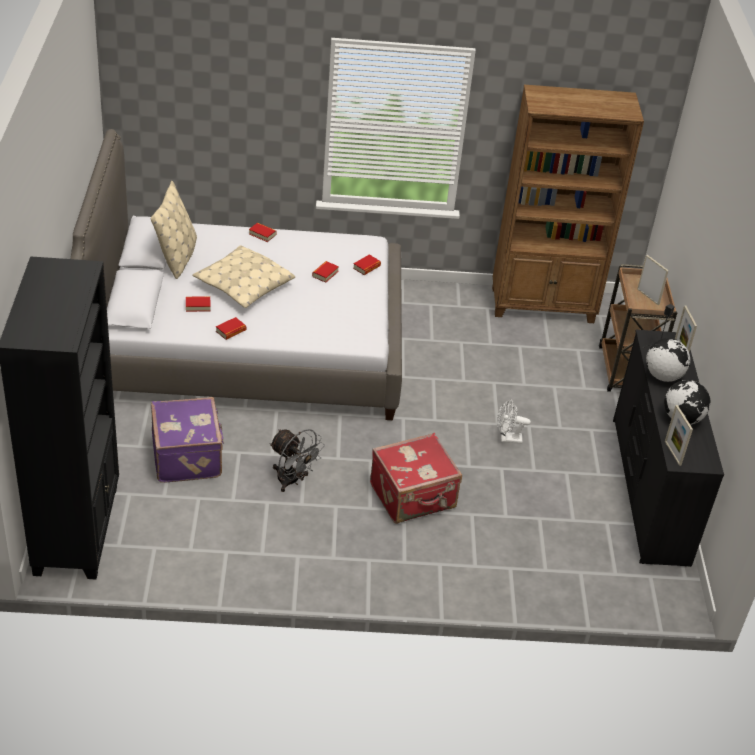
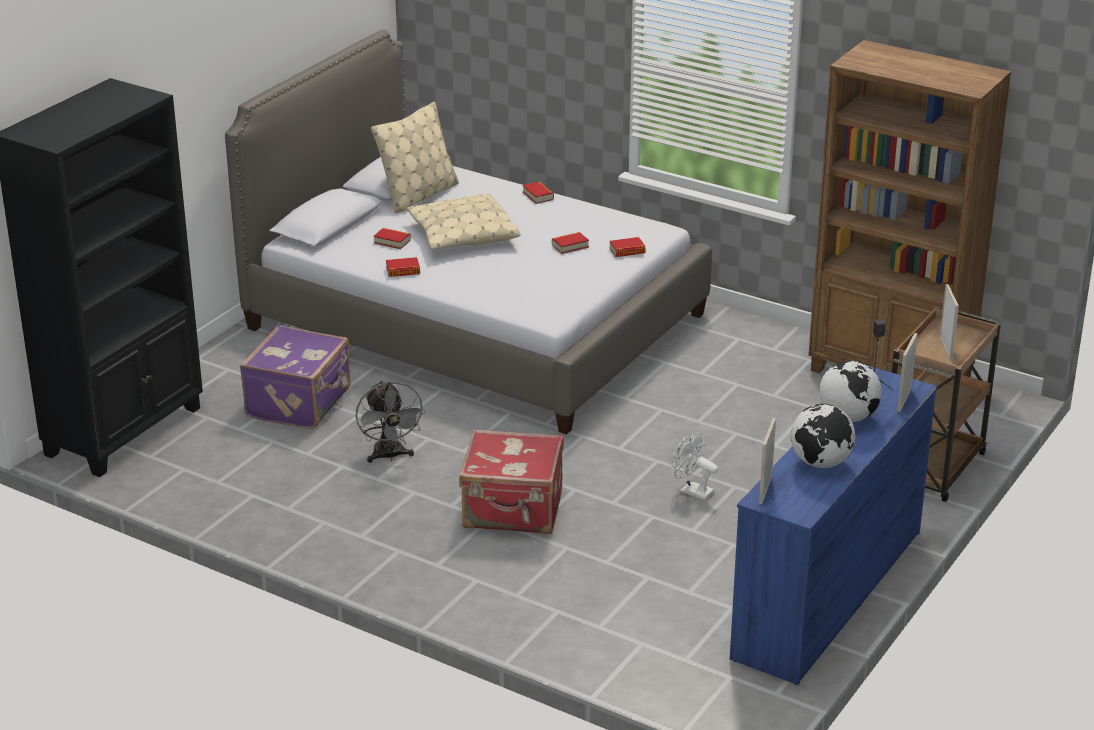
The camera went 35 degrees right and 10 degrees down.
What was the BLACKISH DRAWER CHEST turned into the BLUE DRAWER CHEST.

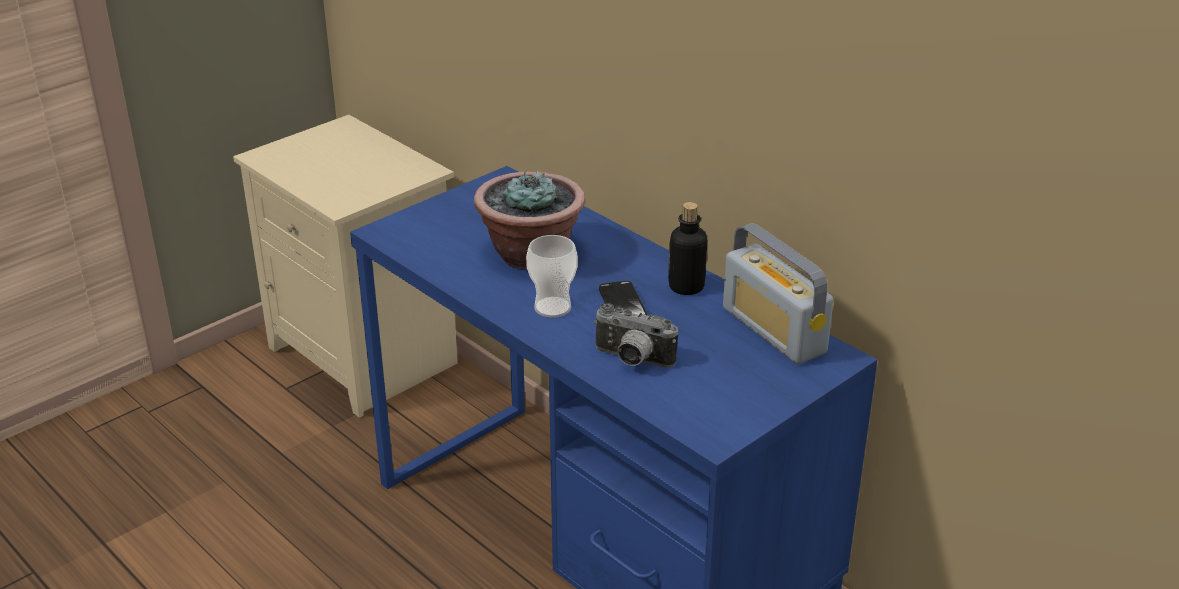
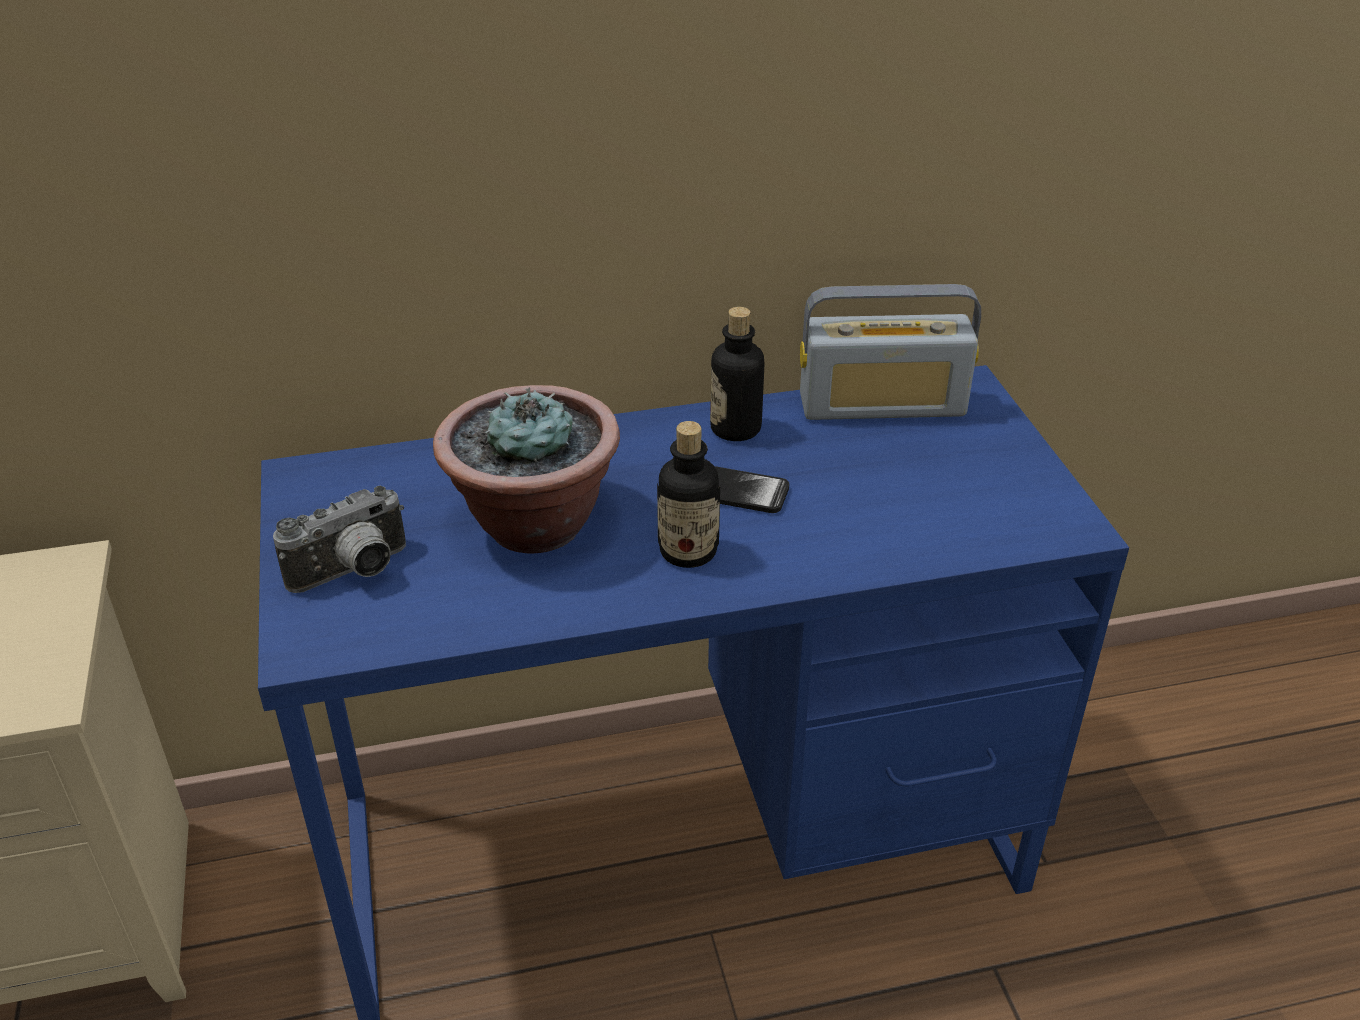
The camera went 60 degrees left and 5 degrees up.
Where the CUP stood, the BEVERAGE BOTTLE (1st from left) came to stand.
The STILL CAMERA ended up elsewhere.

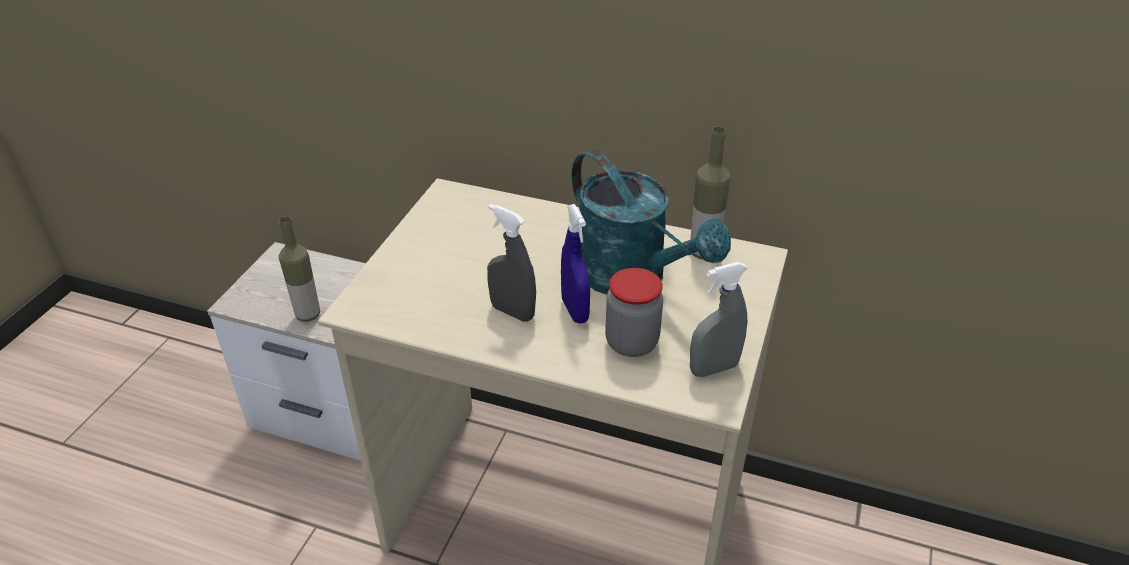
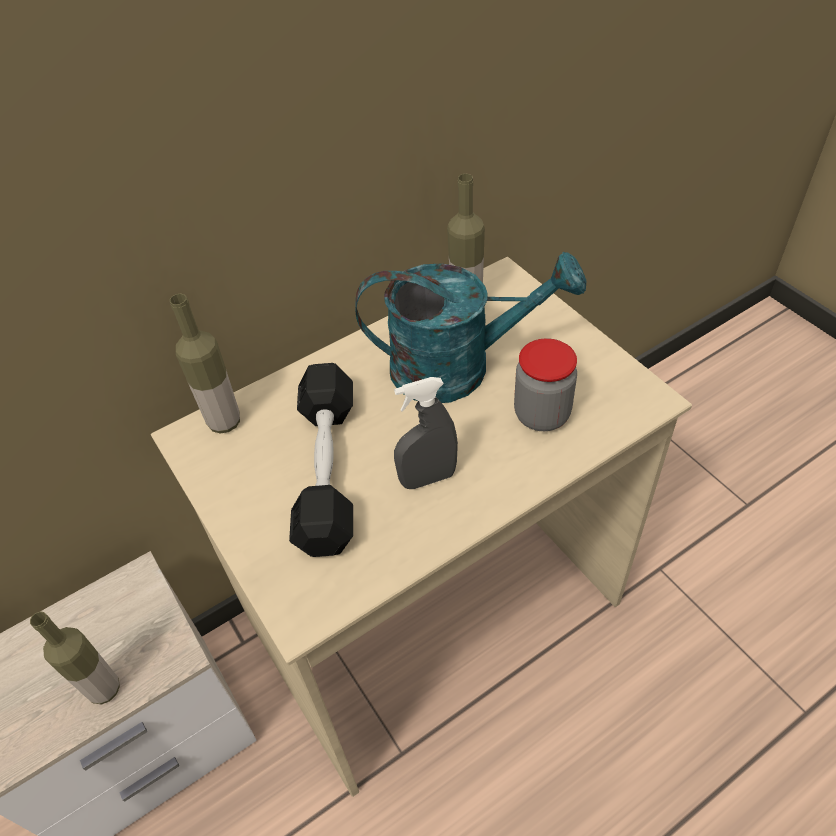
The camera went 50 degrees left and 10 degrees up.
The second view lost the BLUE SPRAYER.
The second view lost the GREY SPRAYER (2nd from left).
The second view gained the BEVERAGE BOTTLE (2nd from left).
The second view gained the BLACKISH FREE WEIGHT.

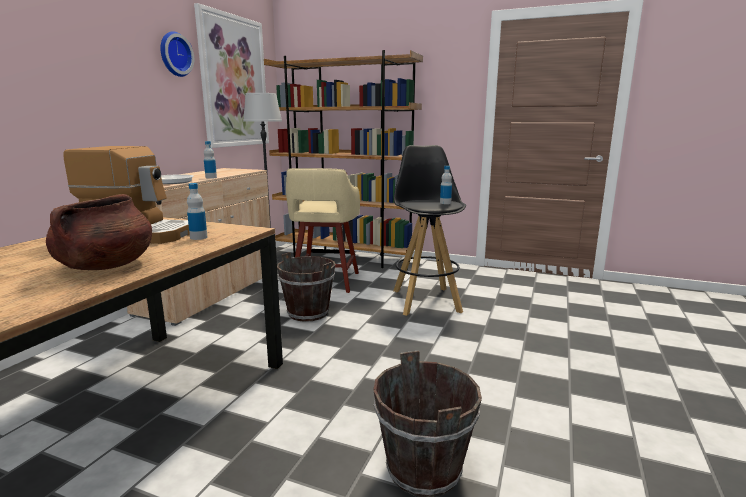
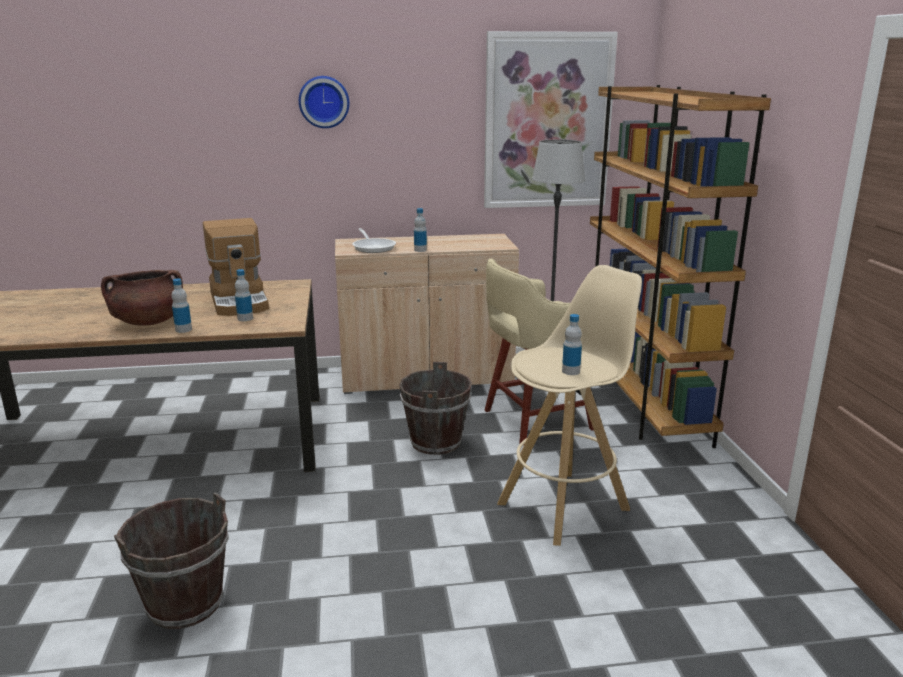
The camera went 60 degrees right and 5 degrees up.
The WALL CLOCK ended up elsewhere.
What was the BLACKISH SITTING STOOL turned into the SAND-COLOURED SITTING STOOL (2nd from left).
The second view gained the BEVERAGE BOTTLE (1st from left).

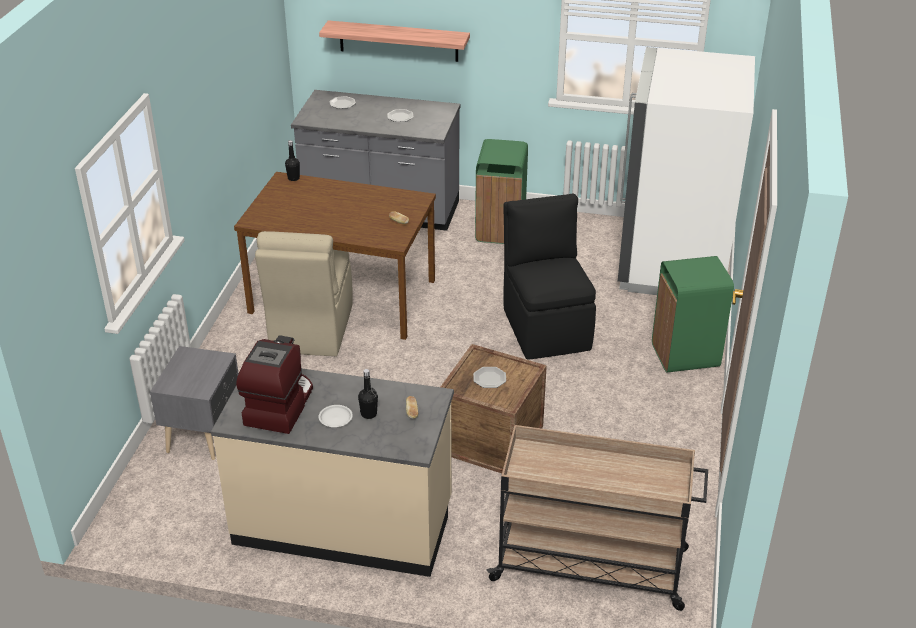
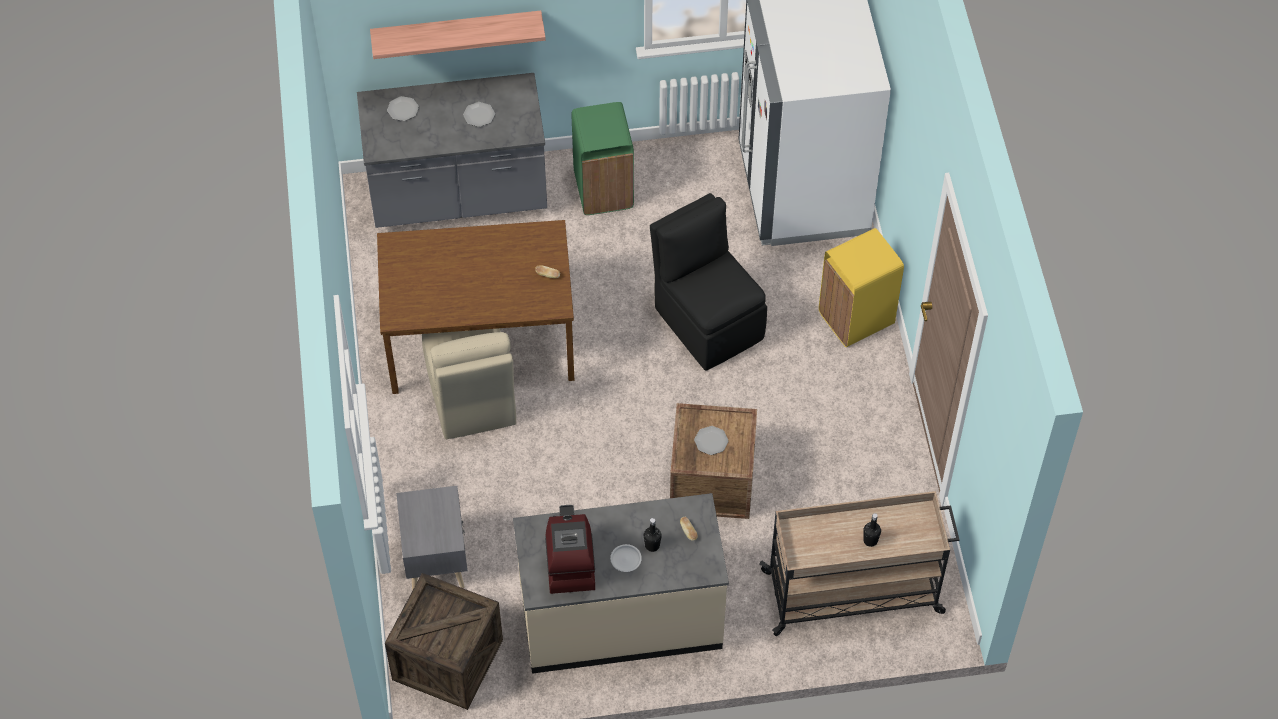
The camera went 20 degrees left and 20 degrees up.
The BLACKISH BEVERAGE BOTTLE (1st from left in the first image) ended up elsewhere.
What was the GREEN TRASH CAN (2nd from left) turned into the YELLOWISH TRASH CAN.
The second view gained the CRATE (1st from left).

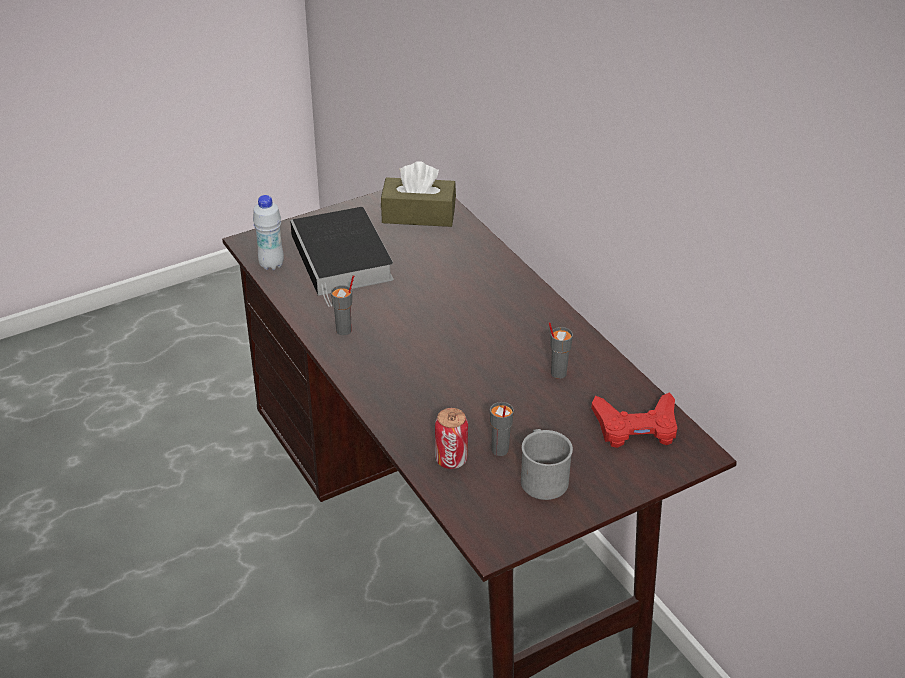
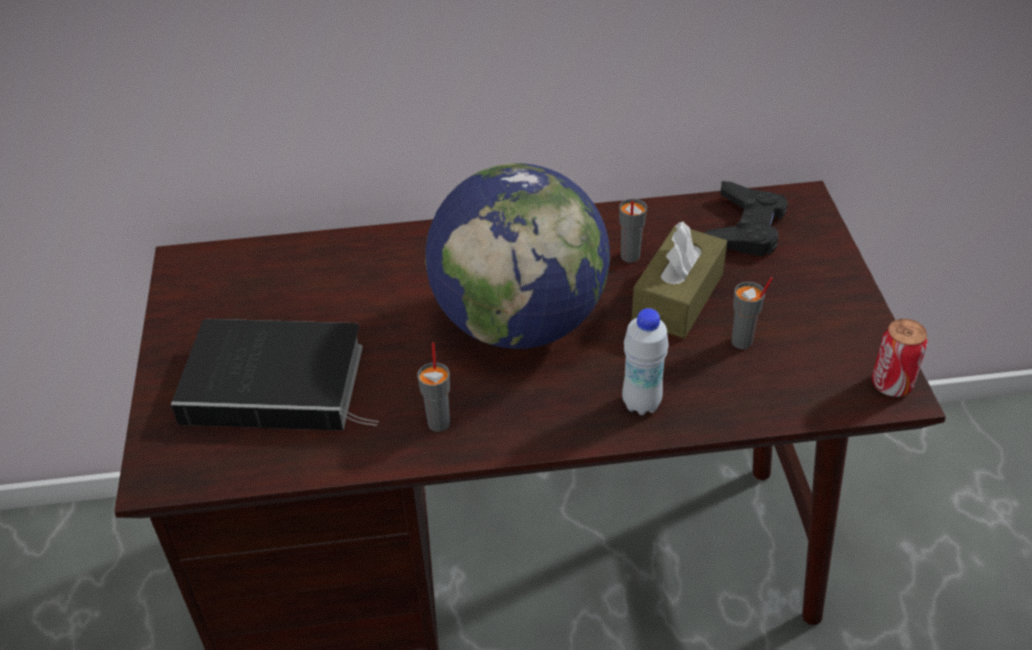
The camera went 65 degrees left and 5 degrees up.
The WHITE BEVERAGE BOTTLE ended up elsewhere.
The BROWN-COLOURED TISSUE HOLDER ended up elsewhere.
The SEALED CAN ended up elsewhere.
The second view lost the GREY COFFEE MUG.
What was the RED GAMEPAD turned into the BLACKISH GAMEPAD.
The second view gained the DESK GLOBE.

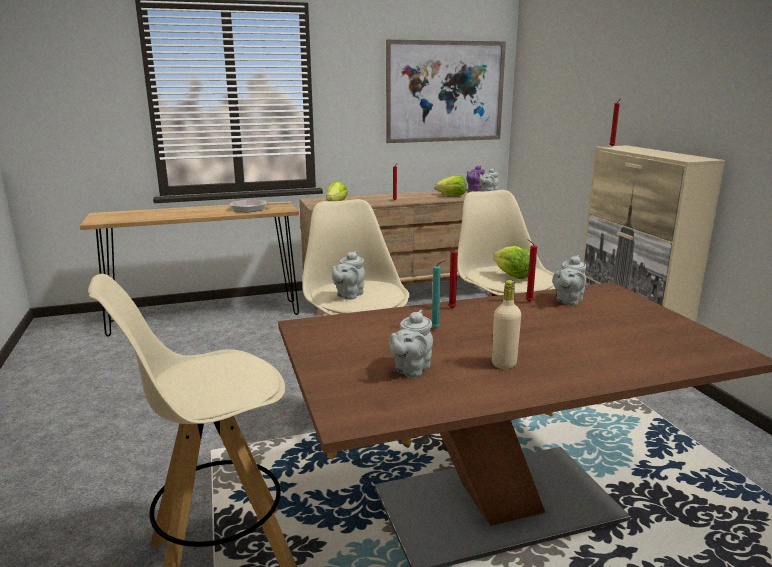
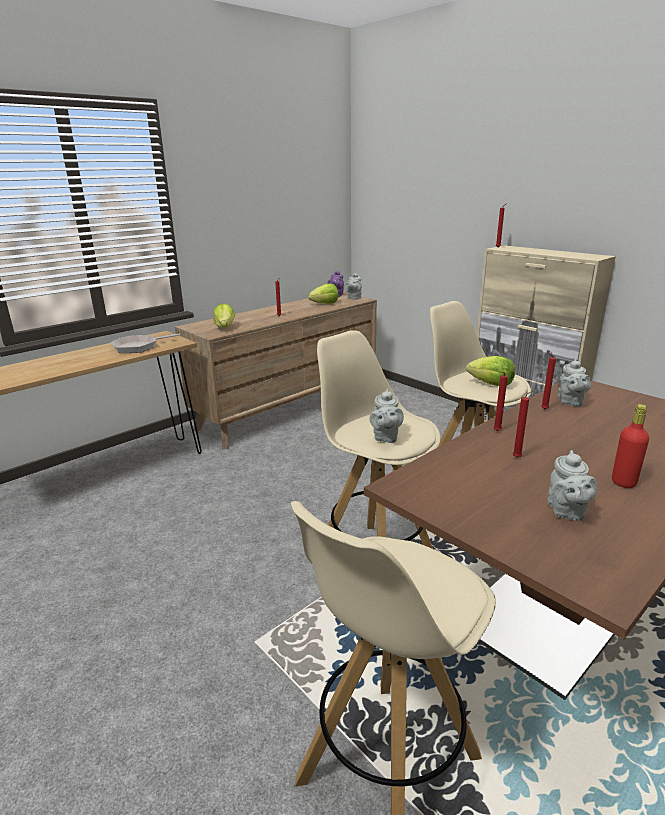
The camera went 25 degrees left and 5 degrees up.
The second view lost the WALL ART.
What was the BLUE-GREEN WAX CANDLE turned into the RED WAX CANDLE (4th from left).
What was the SAND-COLOURED BEVERAGE BOTTLE turned into the RED BEVERAGE BOTTLE.

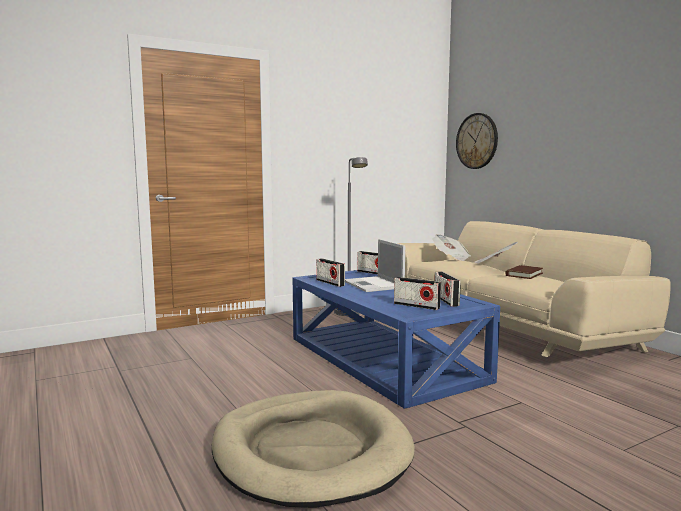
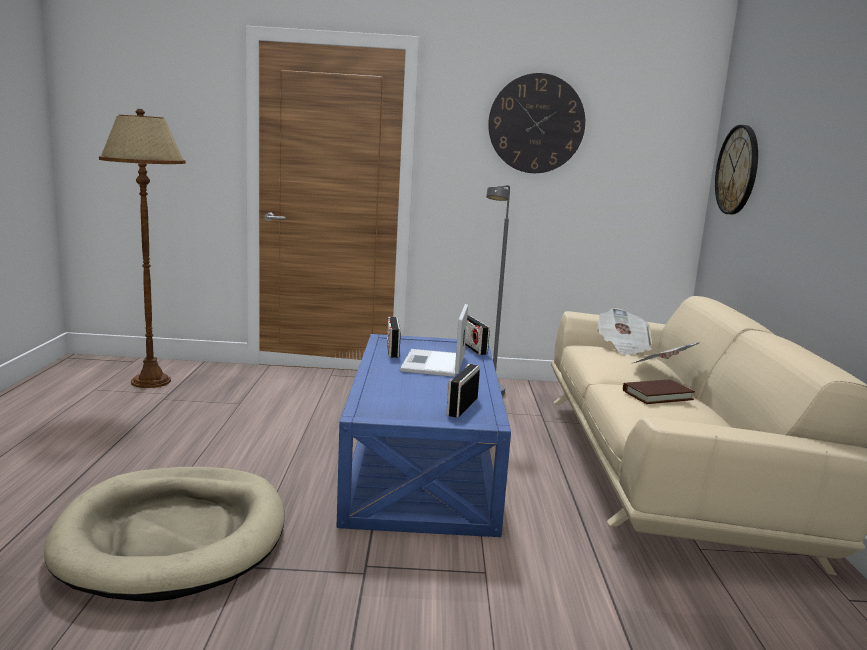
The camera went 30 degrees right and 5 degrees up.
The second view lost the RADIO SET (3rd from left).
The second view gained the BROWN-COLOURED FLOOR LAMP.
The second view gained the WALL CLOCK (1st from left).

